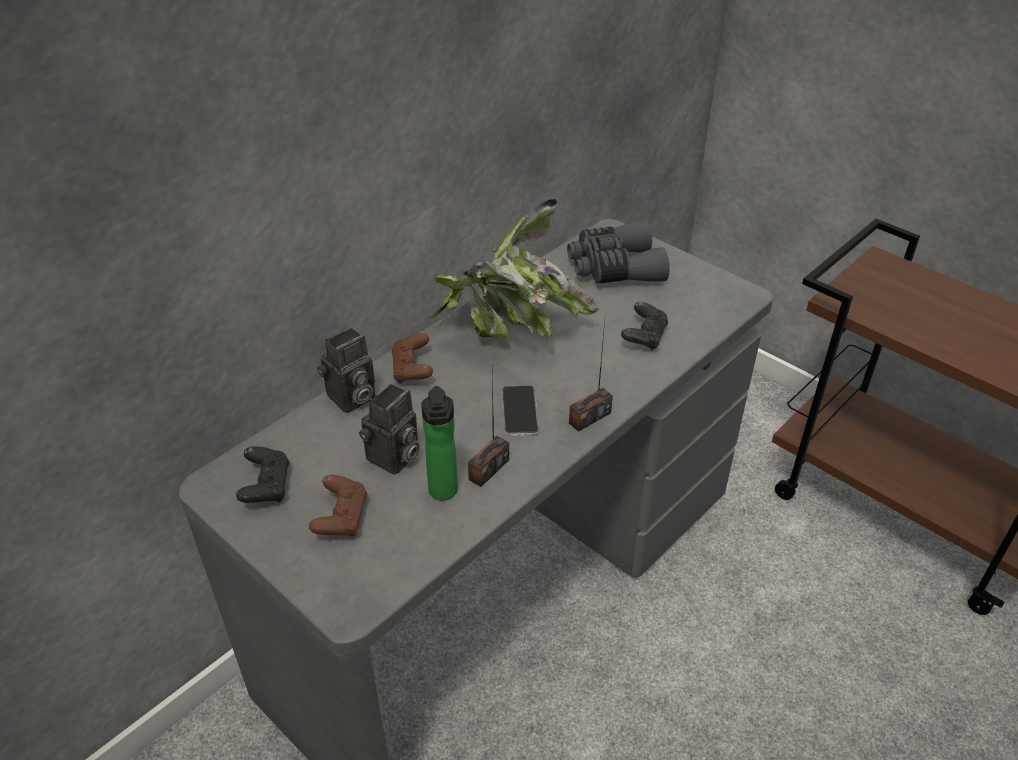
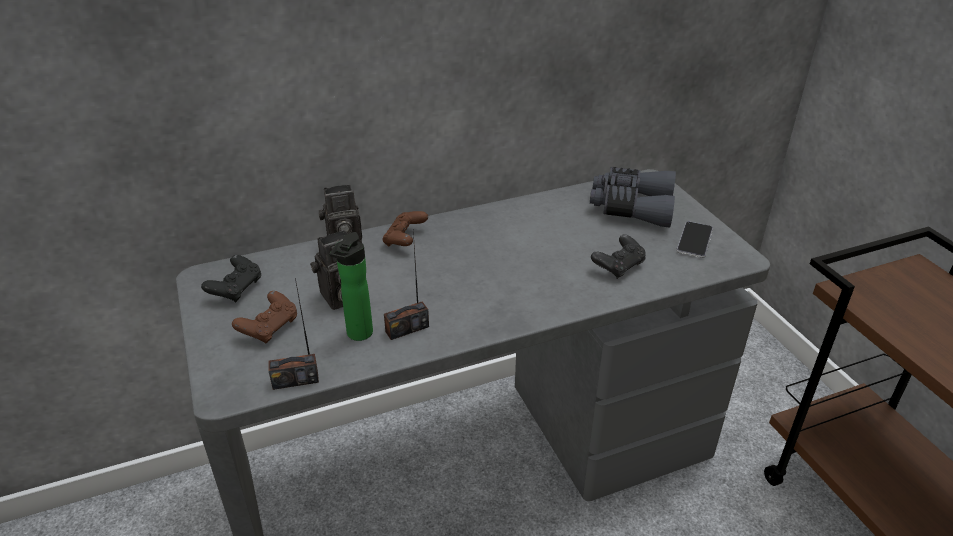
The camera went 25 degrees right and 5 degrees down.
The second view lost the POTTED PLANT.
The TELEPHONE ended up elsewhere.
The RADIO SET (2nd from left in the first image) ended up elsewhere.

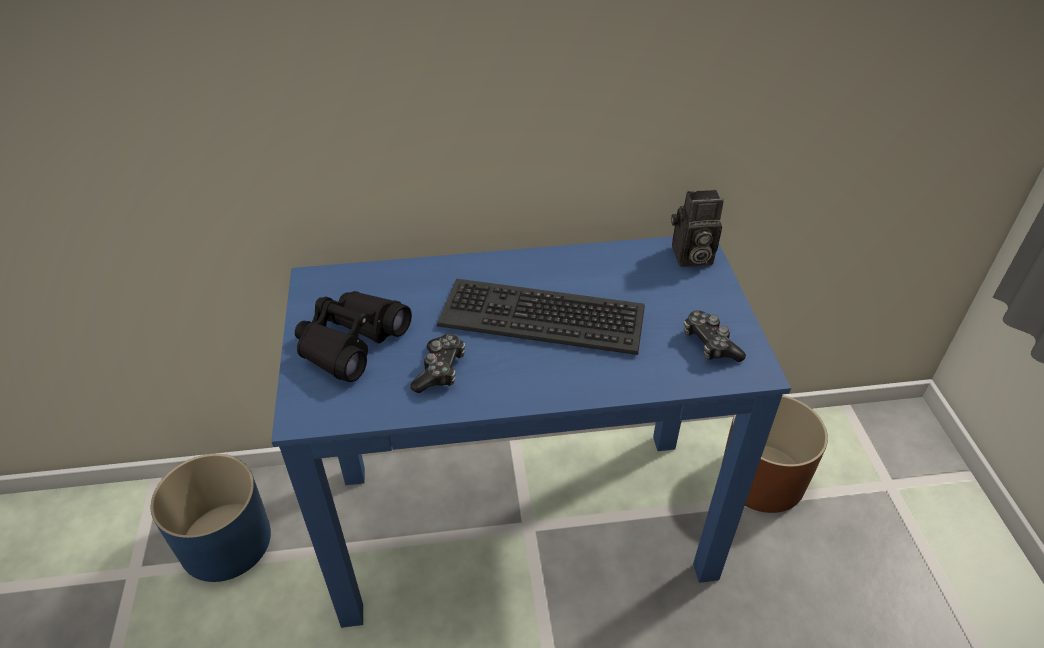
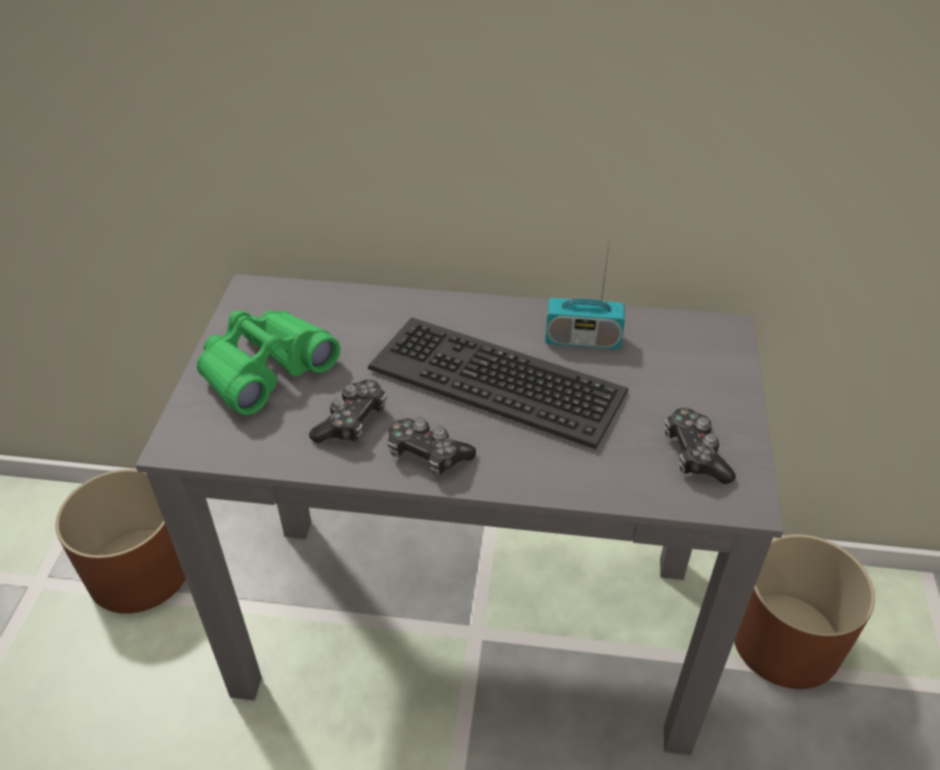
The camera went 15 degrees right and 0 degrees up.
What was the BLUE PLANTER turned into the BROWN-COLOURED PLANTER (1st from left).
What was the BLUE DESK UNIT turned into the GREY DESK UNIT.
What was the BLACKISH PAIR OF BINOCULARS turned into the GREEN PAIR OF BINOCULARS.
The second view lost the STILL CAMERA.
The second view gained the GAMEPAD (2nd from left).
The second view gained the RADIO SET.

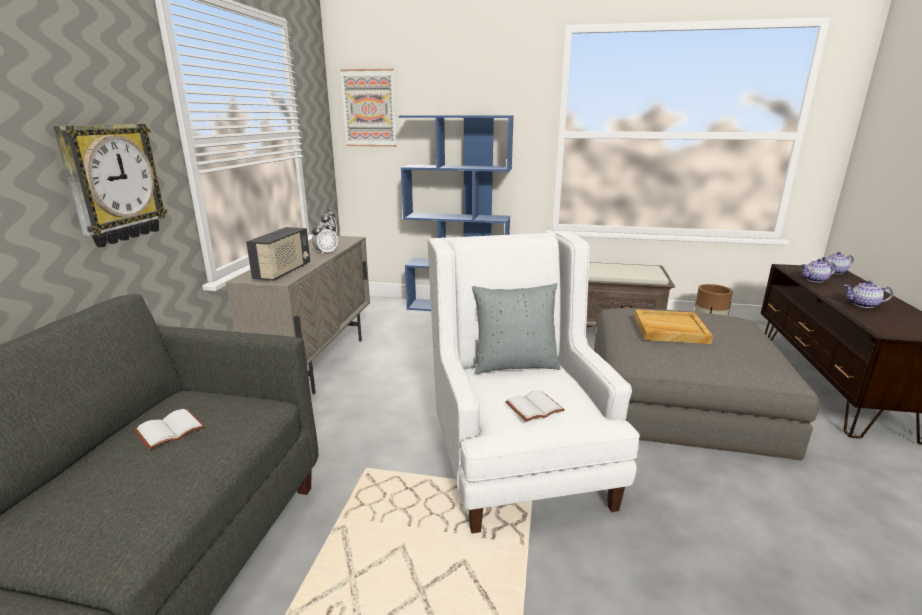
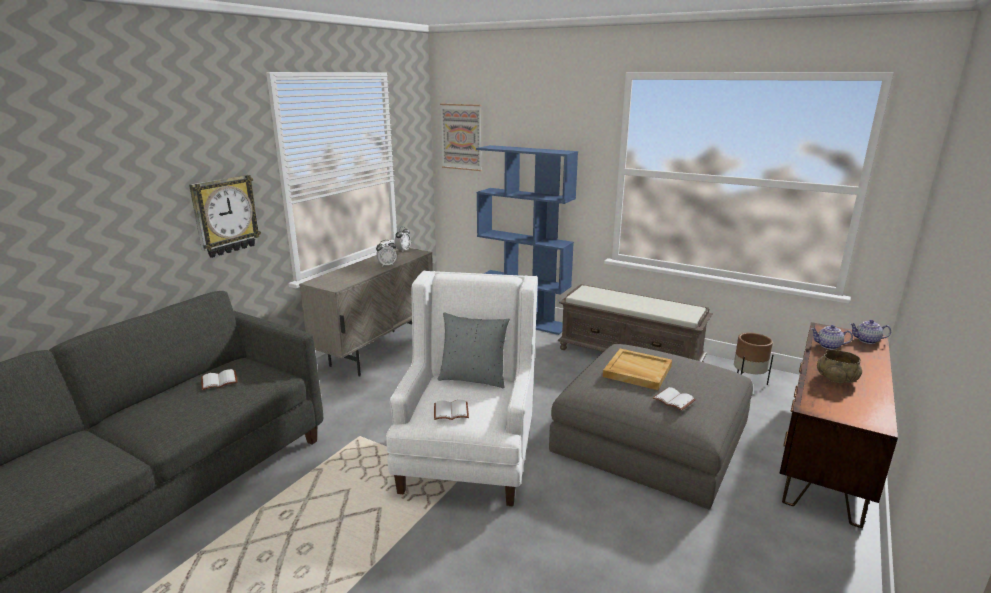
The camera went 20 degrees right and 0 degrees up.
The second view lost the RADIO SET.
Where the POT FOR TEA (3rd from left) stood, the SAND-COLOURED SERVING BOWL came to stand.
The second view gained the WHITE VOLUME (3rd from left).

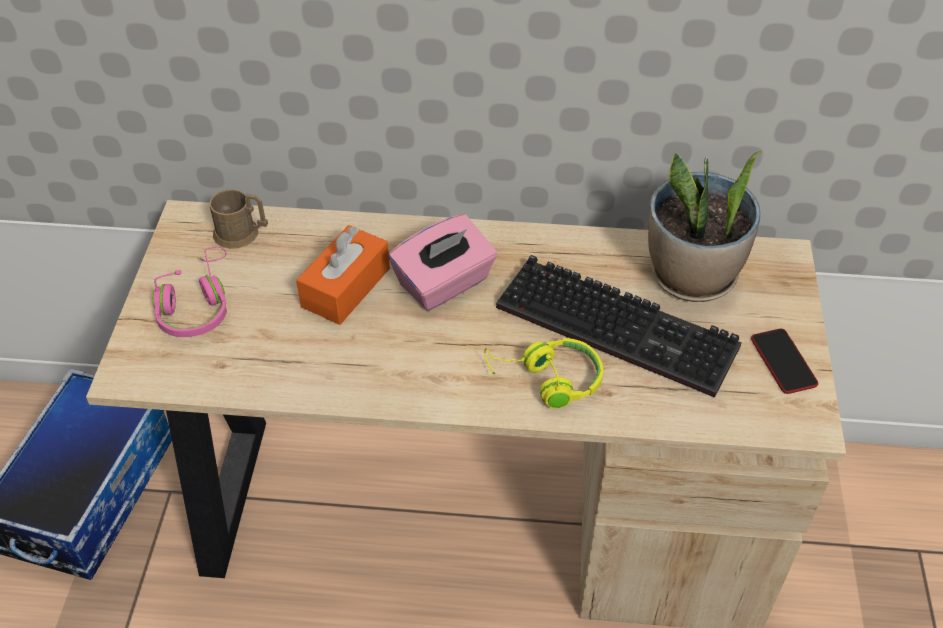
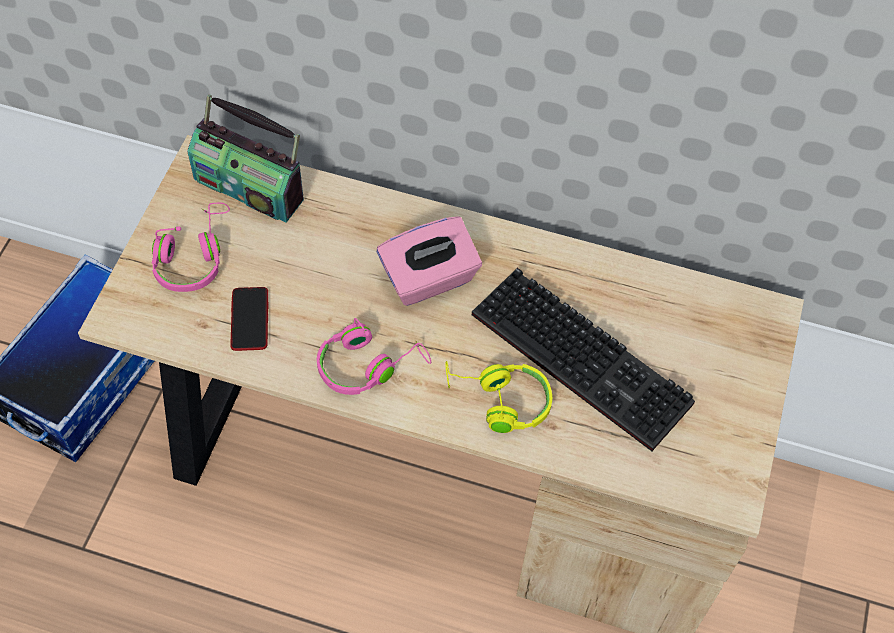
The camera went 10 degrees right and 10 degrees up.
Where the BROWN-COLOURED COFFEE MUG stood, the RADIO SET came to stand.
The second view lost the ORANGE-COLOURED TISSUE HOLDER.
The second view lost the POTTED PLANT.
The TELEPHONE ended up elsewhere.
The second view gained the PINKISH HEADPHONES (2nd from left).

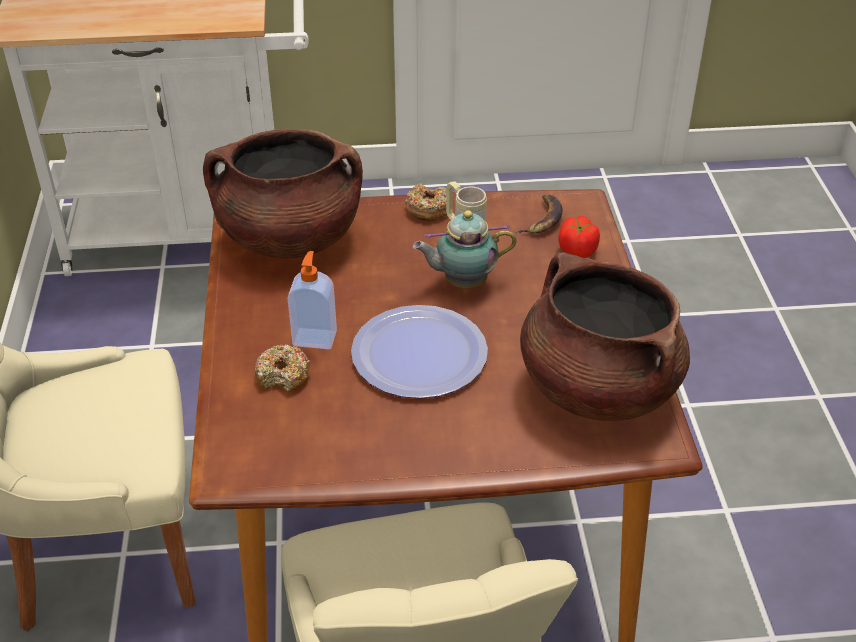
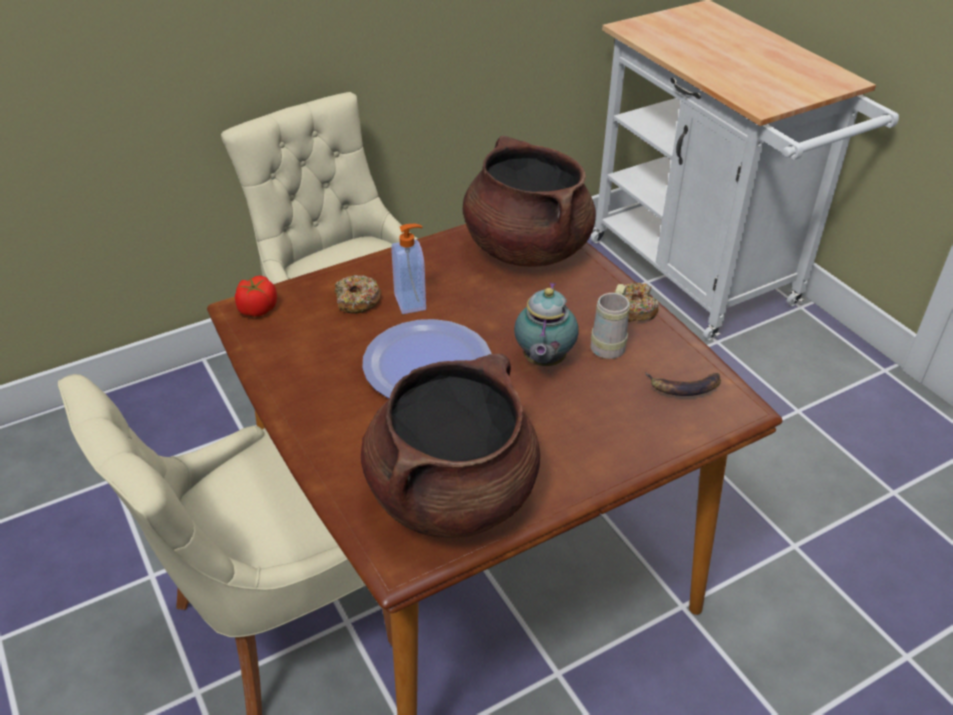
The camera went 65 degrees right and 0 degrees up.
The POT FOR TEA ended up facing another way, 135 degrees counterclockwise from before.
The WHOLE TOMATO ended up elsewhere.

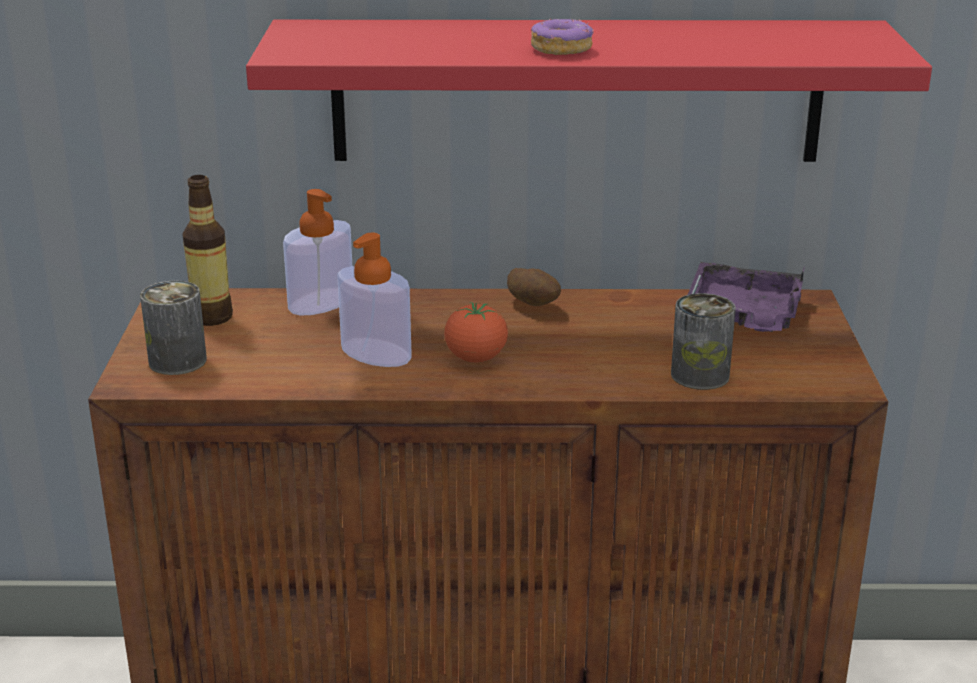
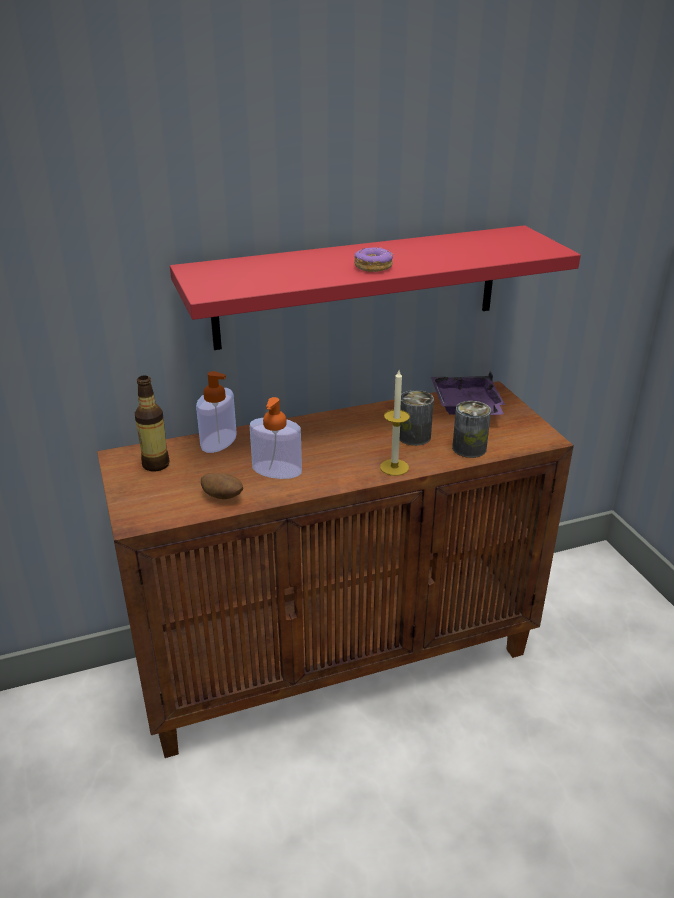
The camera went 20 degrees left and 5 degrees up.
The SEALED CAN (1st from left) ended up elsewhere.
The second view lost the WHOLE TOMATO.
The SPUD ended up elsewhere.
The second view gained the WAX CANDLE.

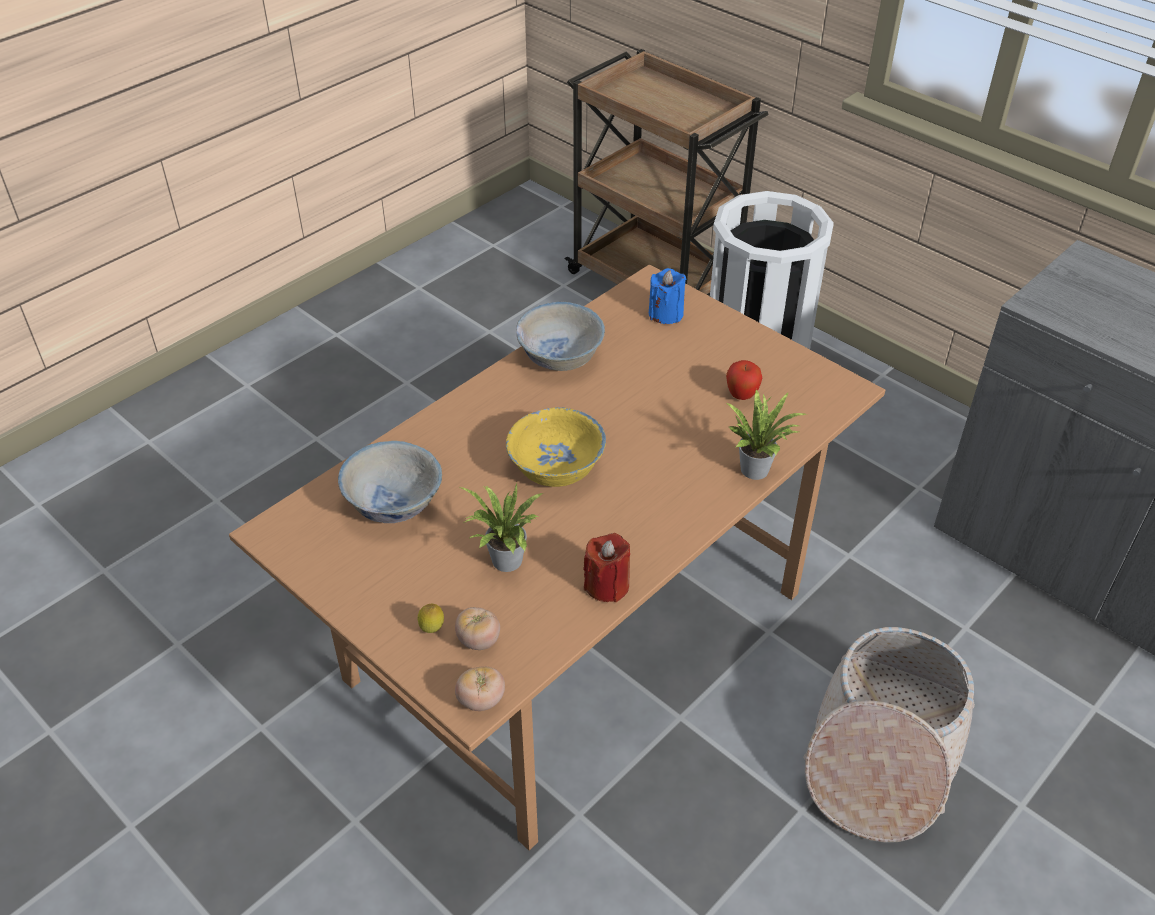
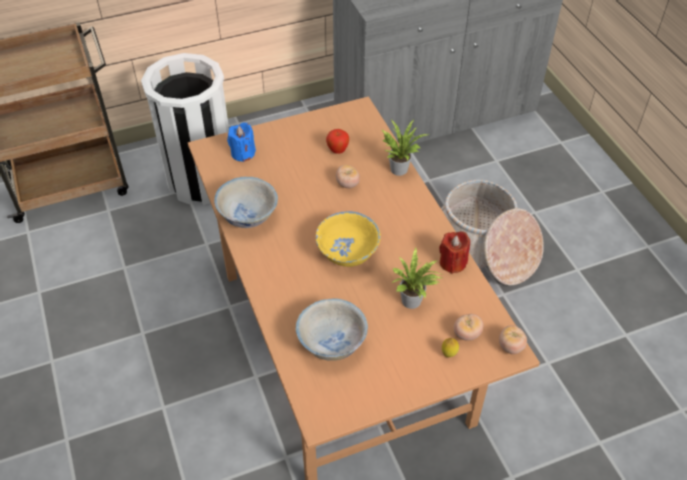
The camera went 65 degrees left and 5 degrees up.
The second view gained the WHOLE TOMATO (1st from left).

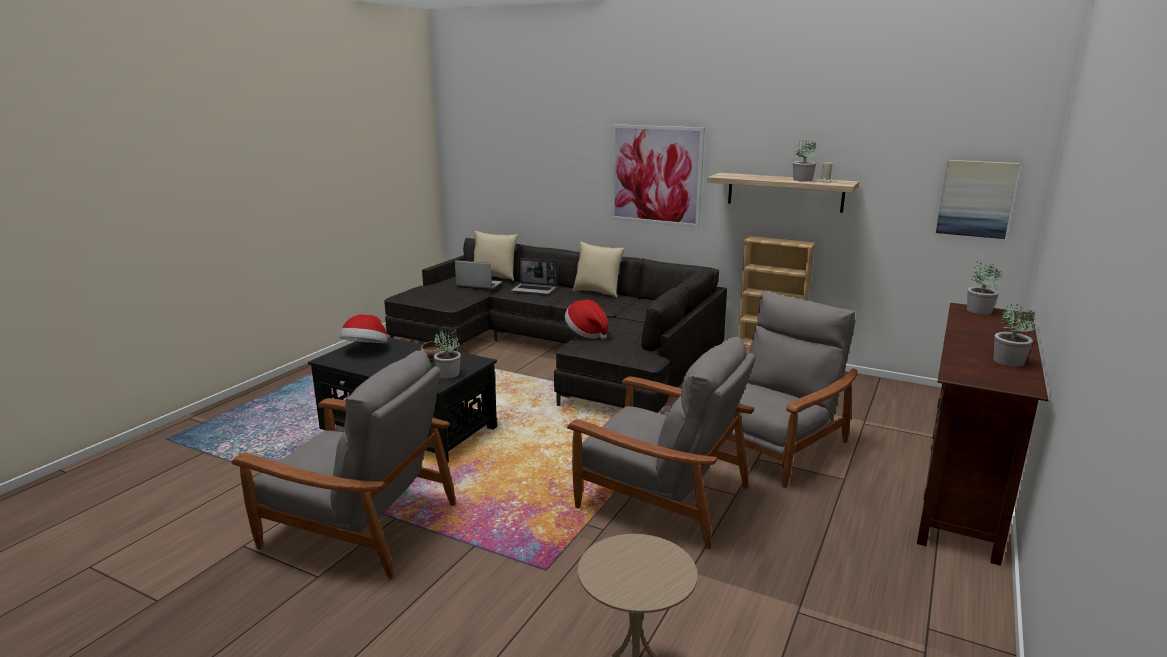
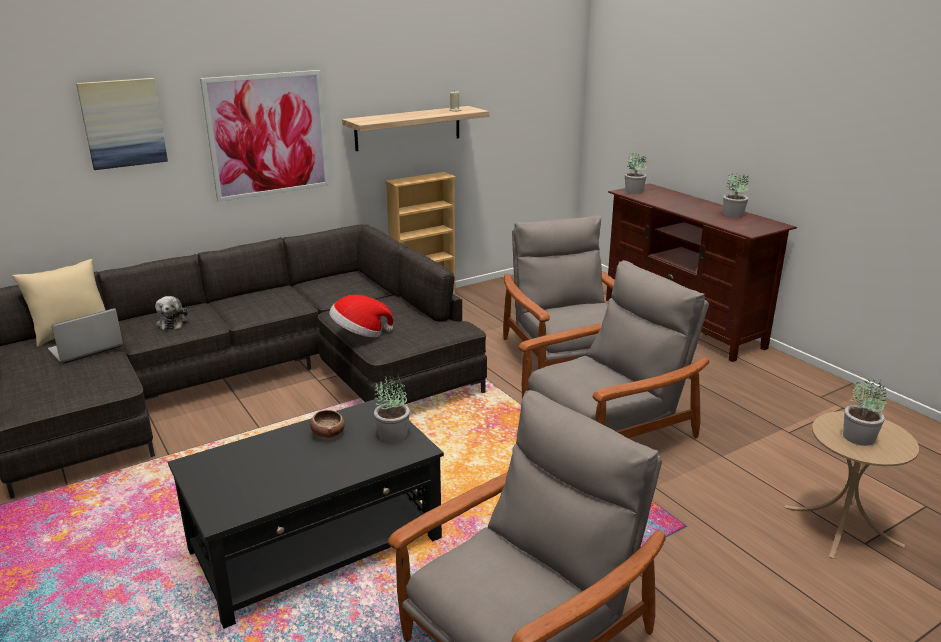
The camera went 60 degrees left and 5 degrees up.
The second view lost the WEARABLE HAT (1st from left).
Where the LAPTOP (2nd from left) stood, the SOFT TOY came to stand.
The second view lost the SAND-COLOURED THROW PILLOW (2nd from left).
The POTTED PLANT (2nd from left in the first image) ended up elsewhere.
The WALL ART (2nd from left in the first image) ended up elsewhere.

